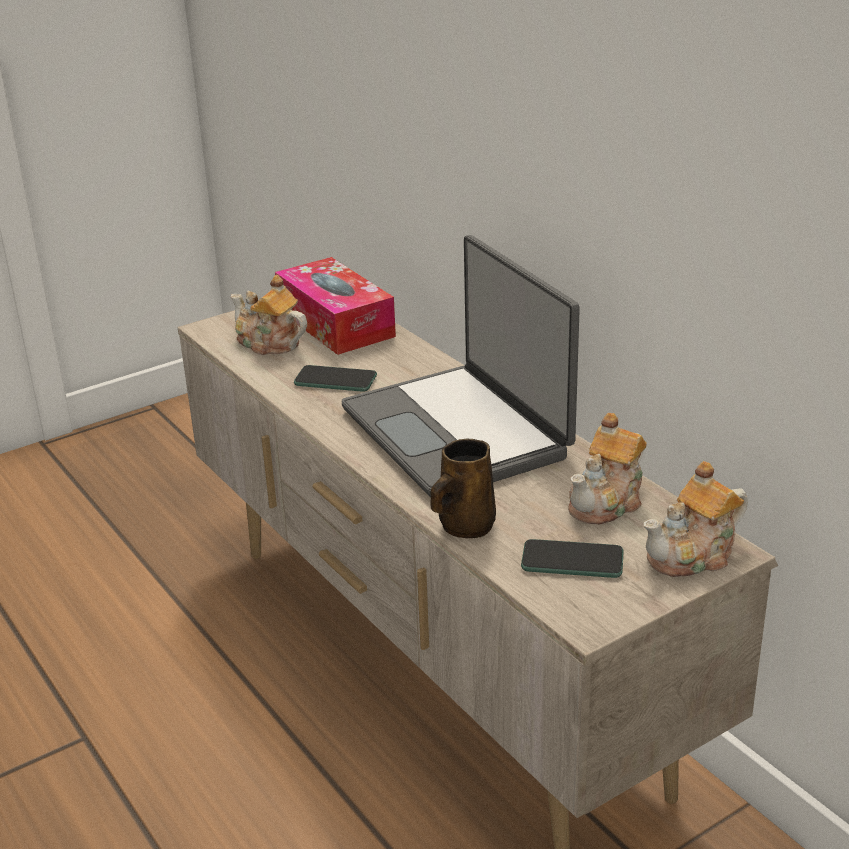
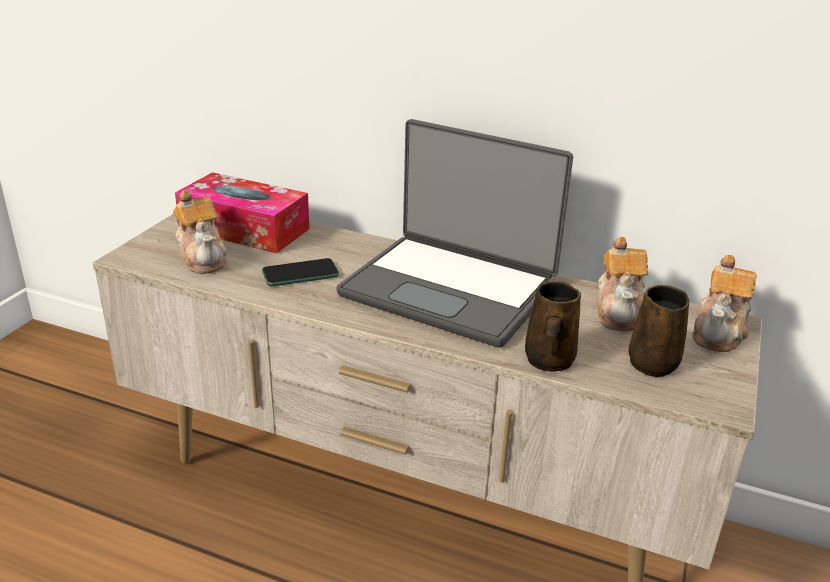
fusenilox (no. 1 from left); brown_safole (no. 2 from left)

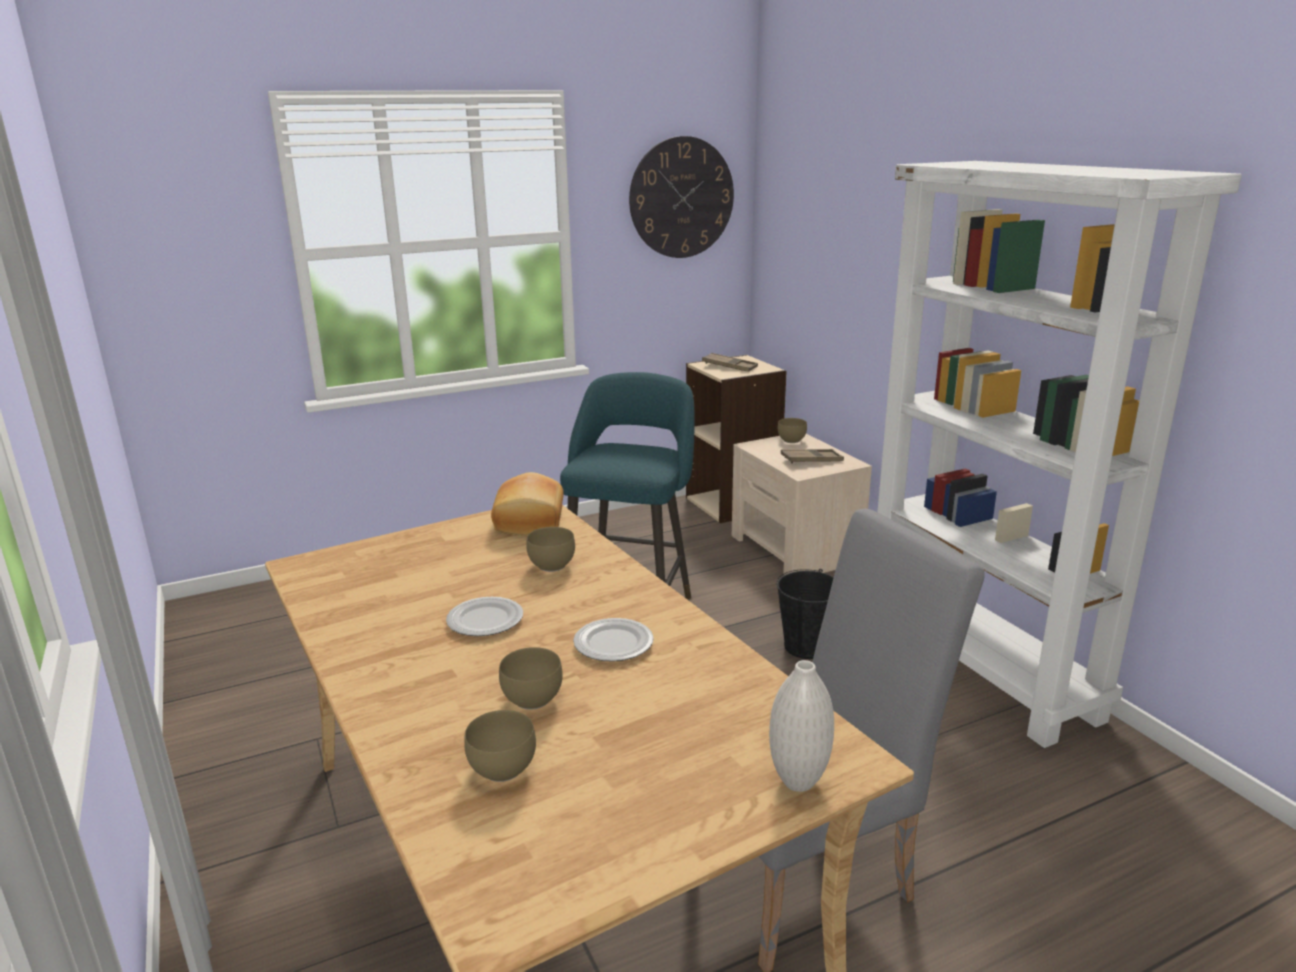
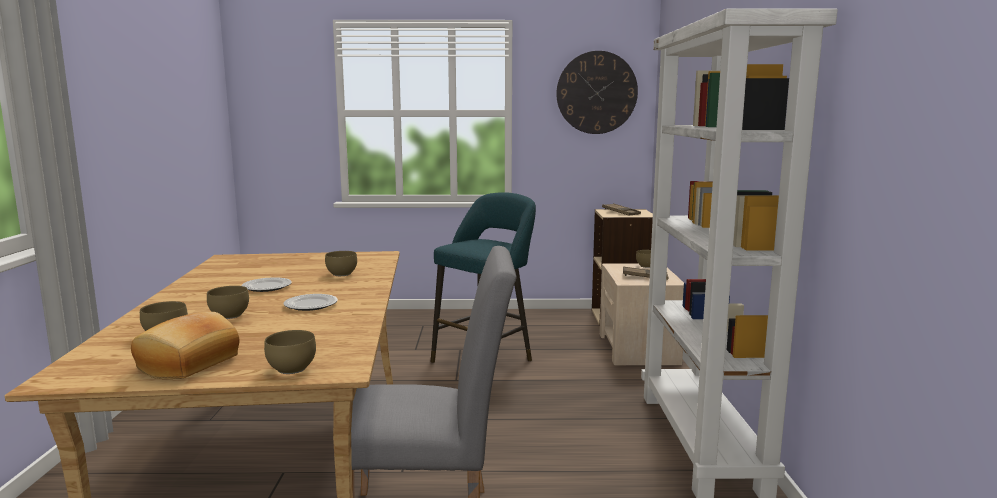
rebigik; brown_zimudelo (no. 3 from left); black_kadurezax

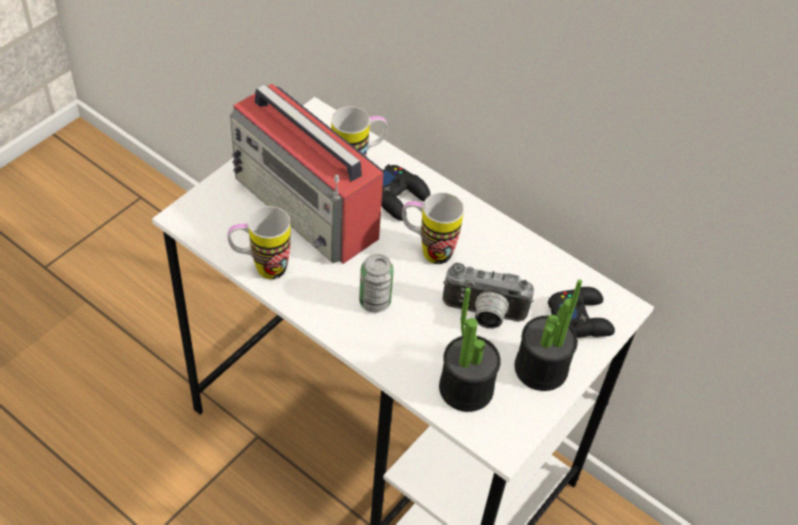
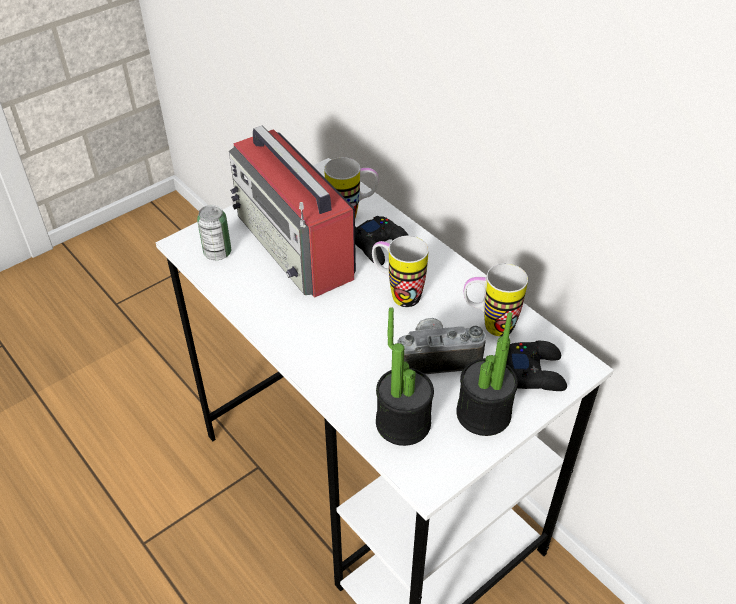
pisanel; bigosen; safole (no. 3 from left)

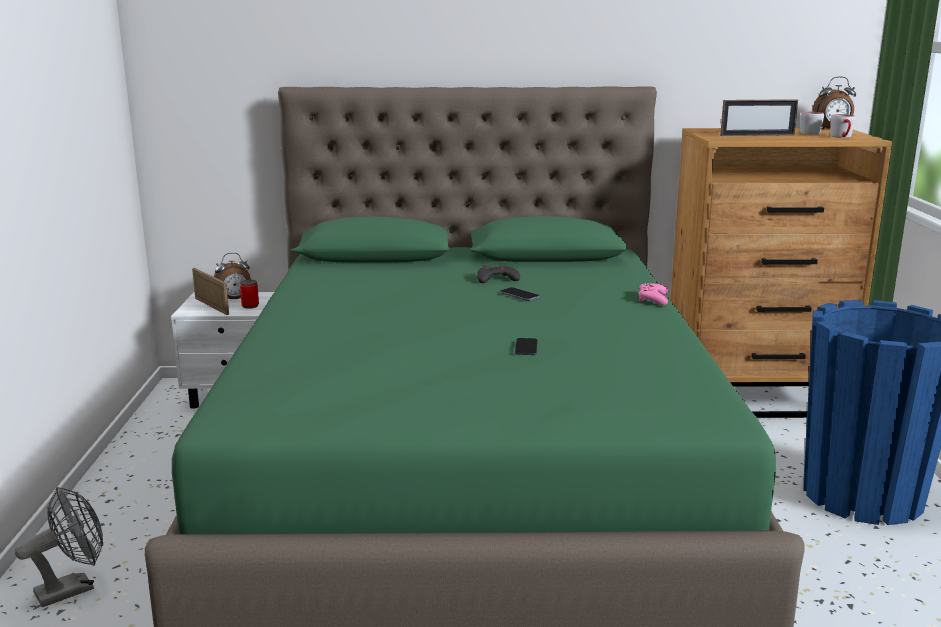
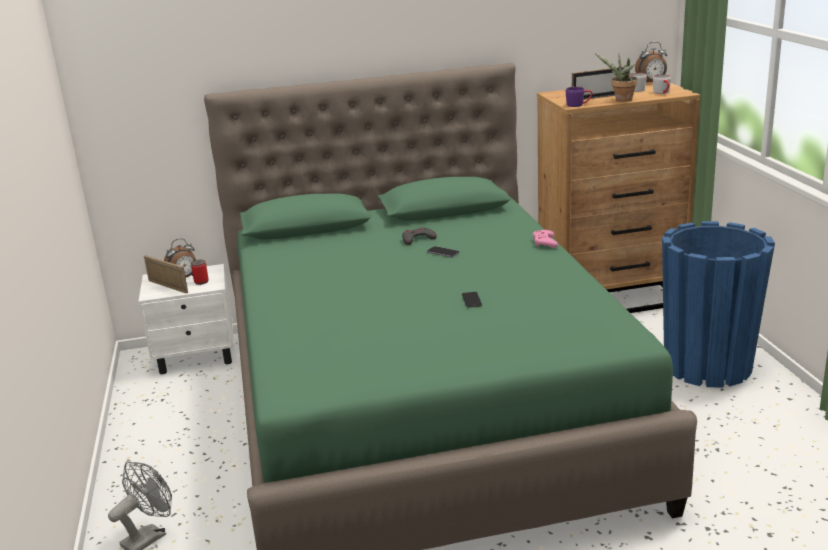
purple_safole; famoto

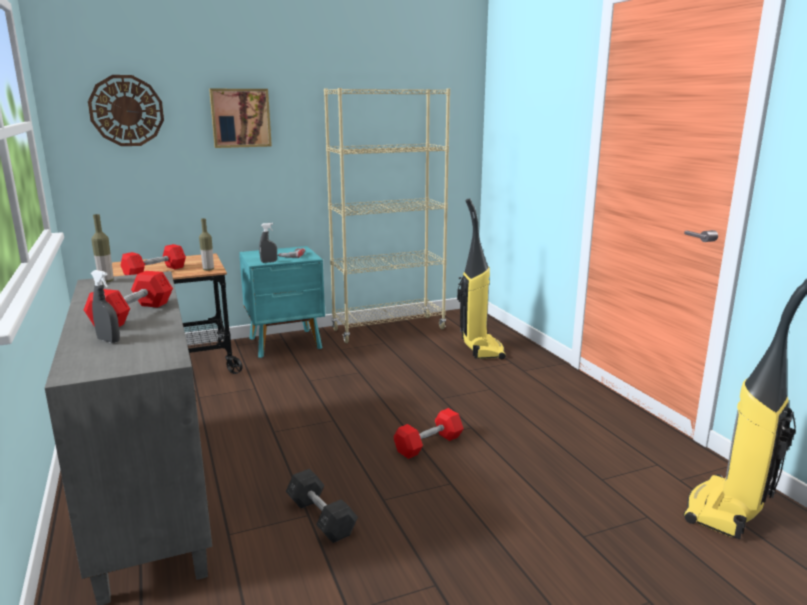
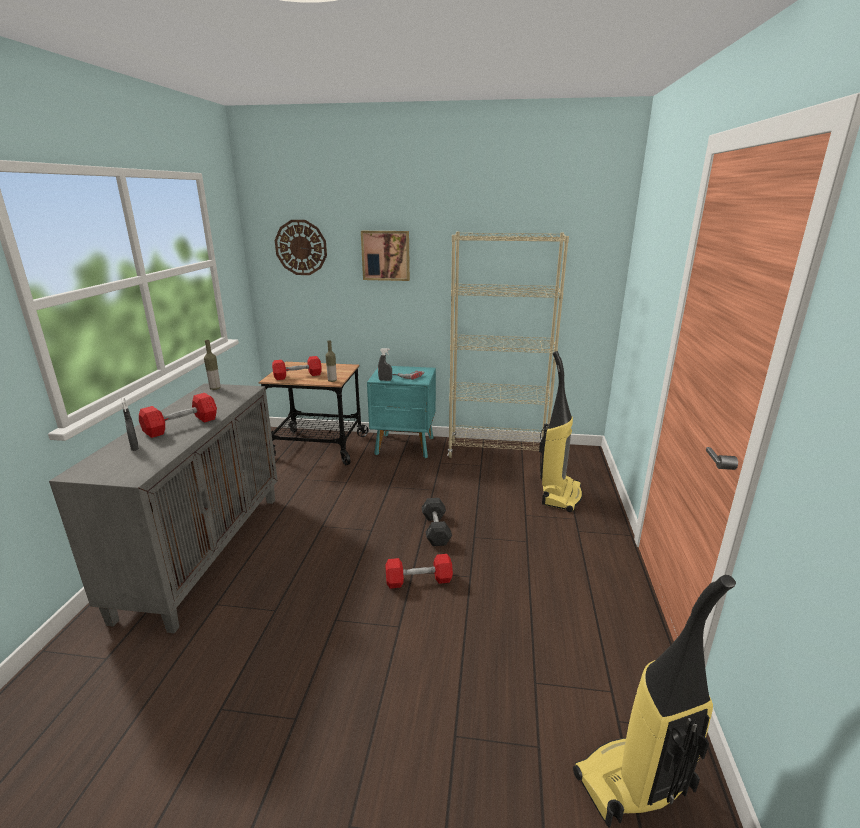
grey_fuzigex

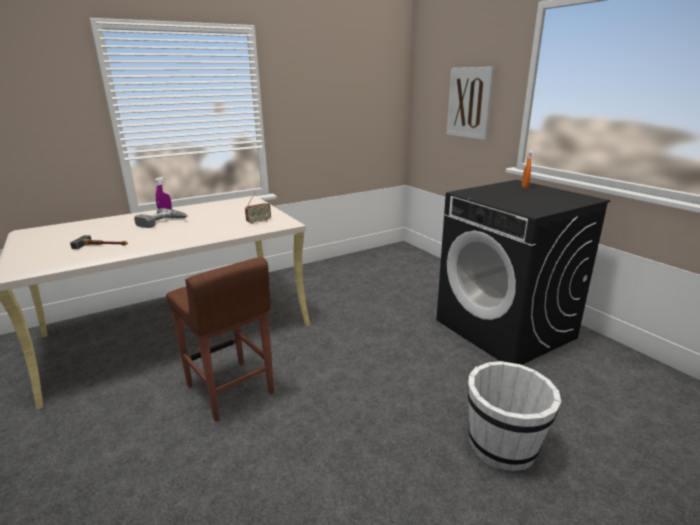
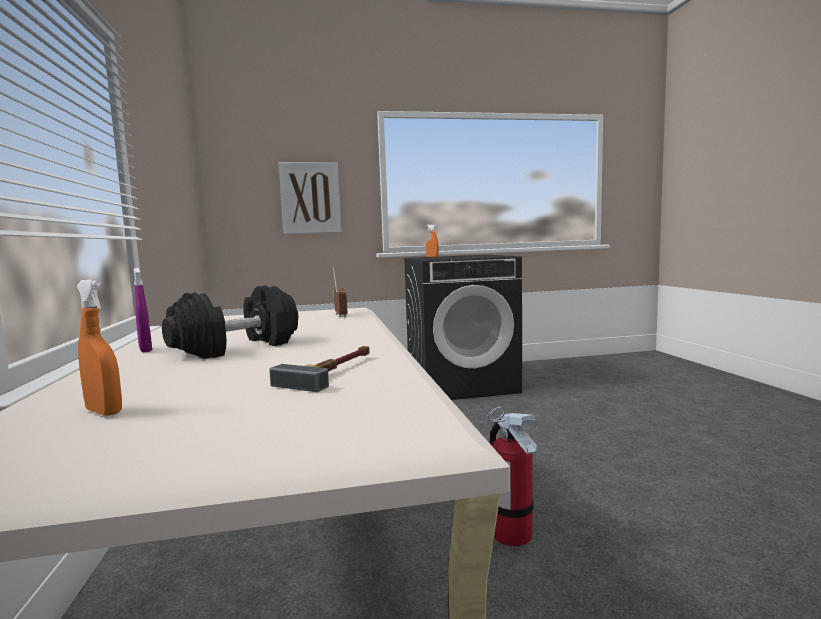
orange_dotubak (no. 1 from left); black_fuzigex; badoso; white_kadurezax

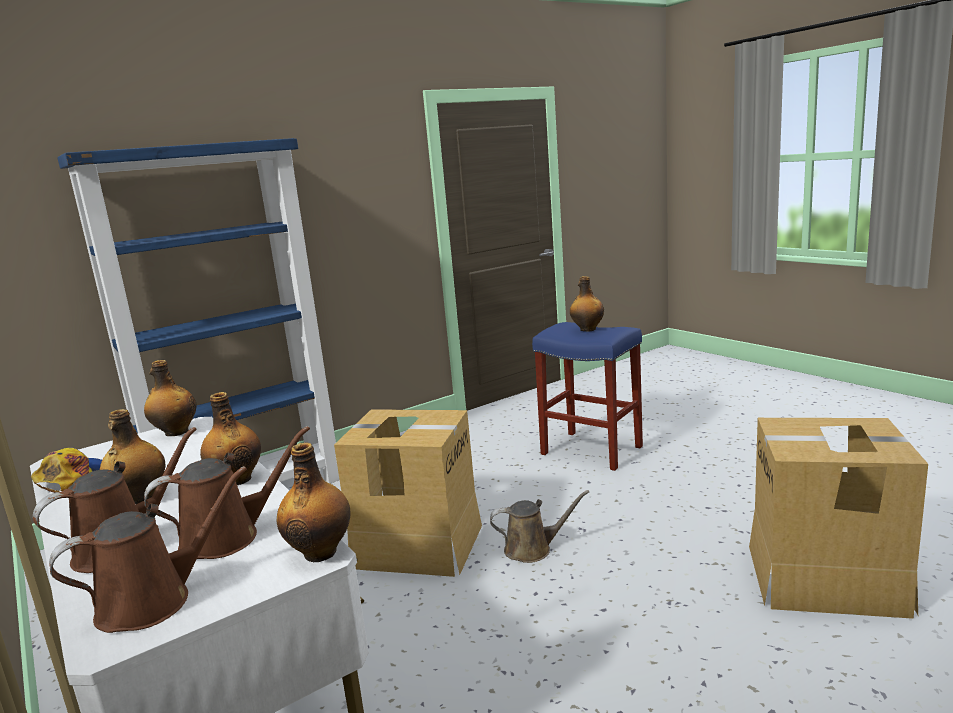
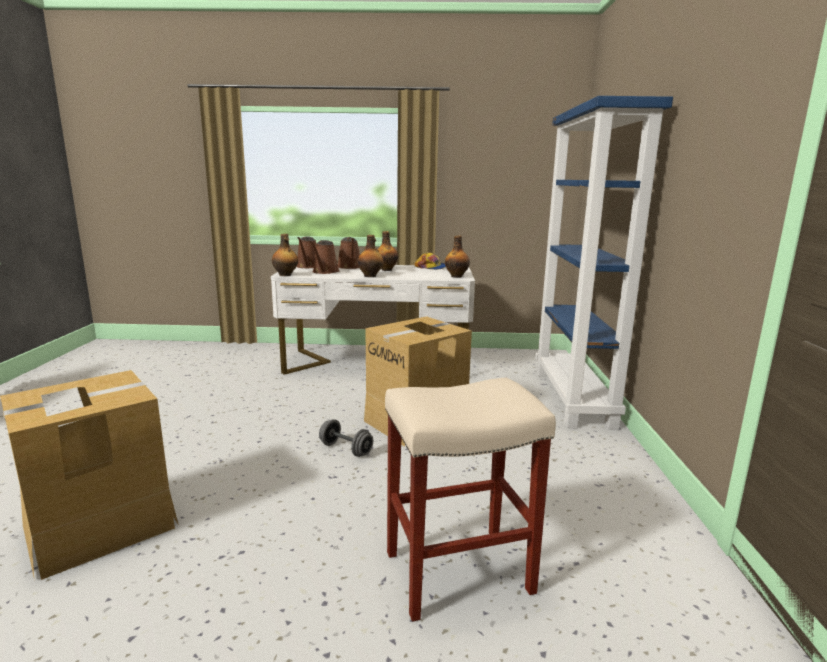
grey_fuzigex; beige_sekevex; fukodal (no. 5 from left in the first image)

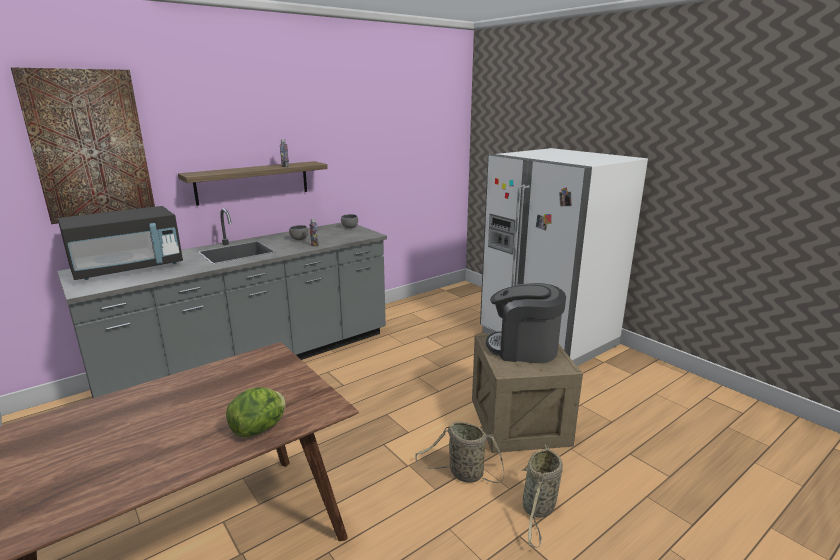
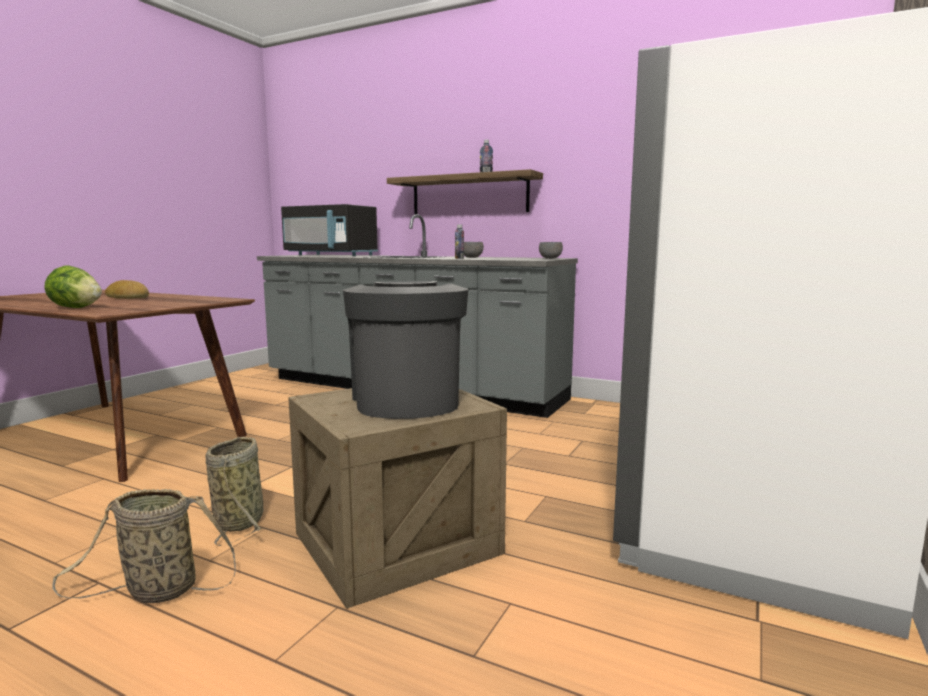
rebigik; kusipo

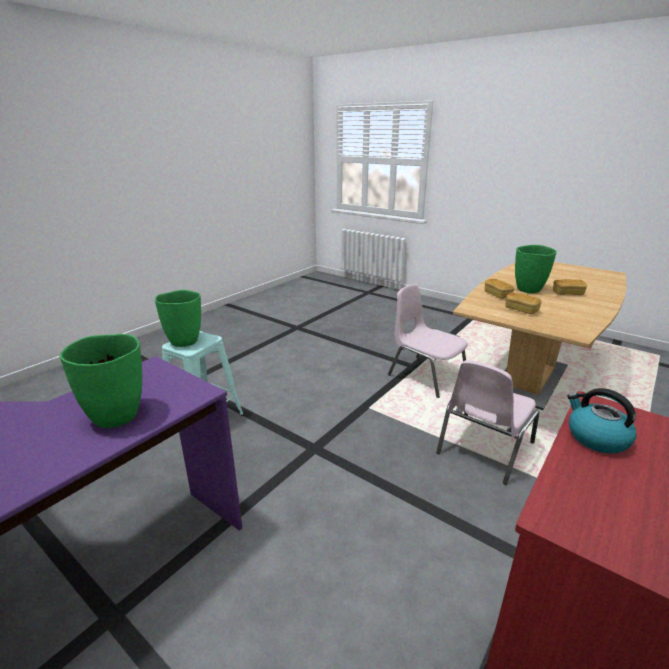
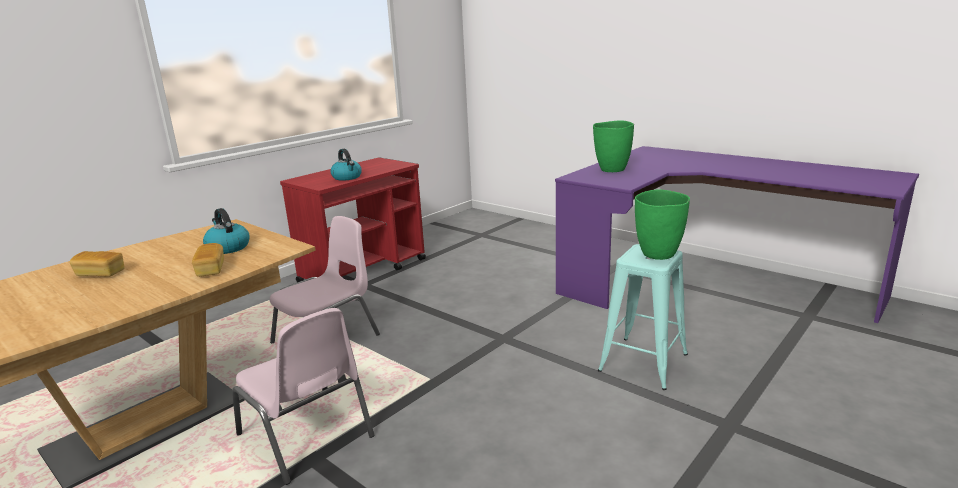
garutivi (no. 1 from left); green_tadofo (no. 3 from left in the first image)

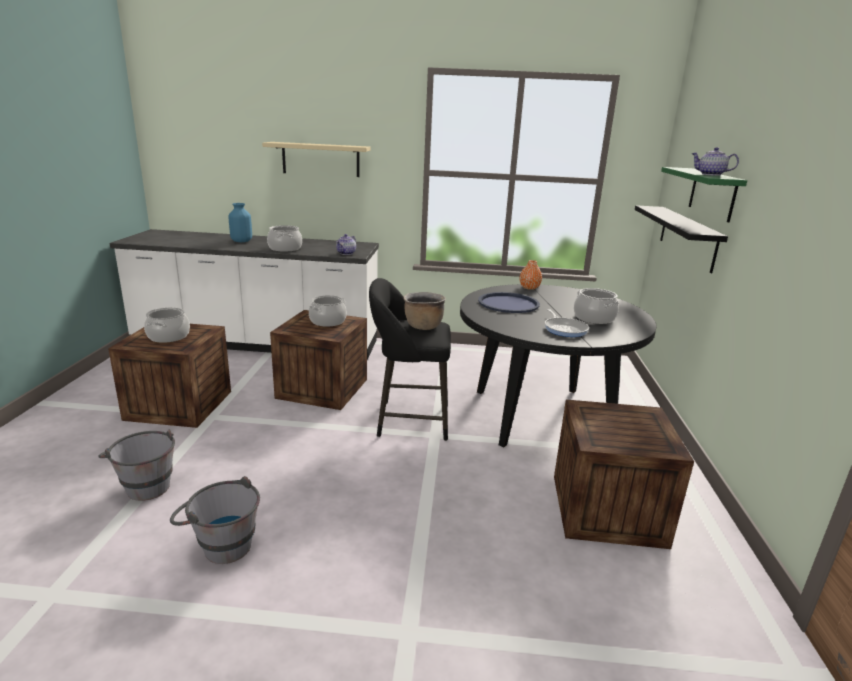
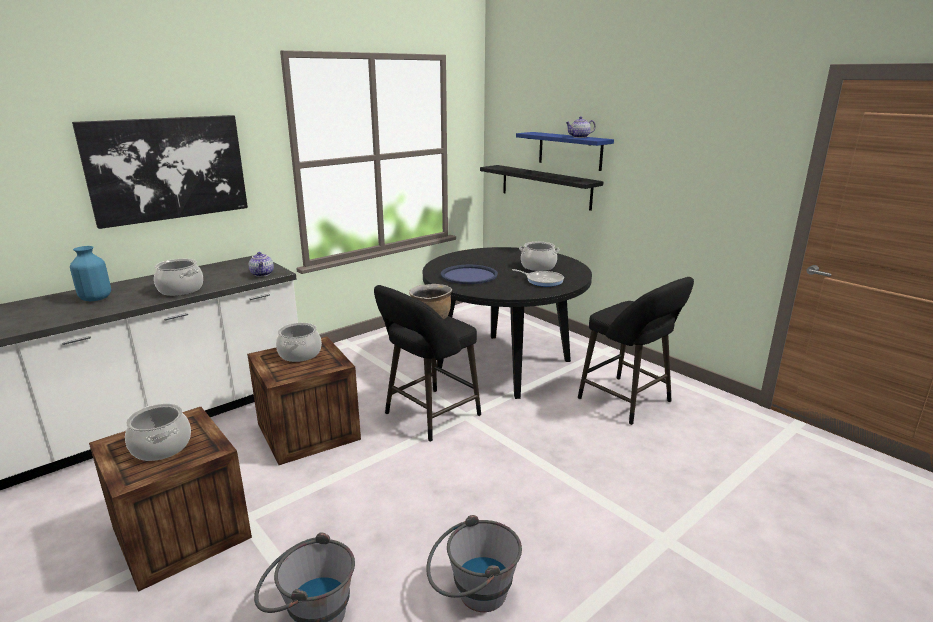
kusipo; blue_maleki; black_sekevex (no. 2 from left); orange_tadofo

